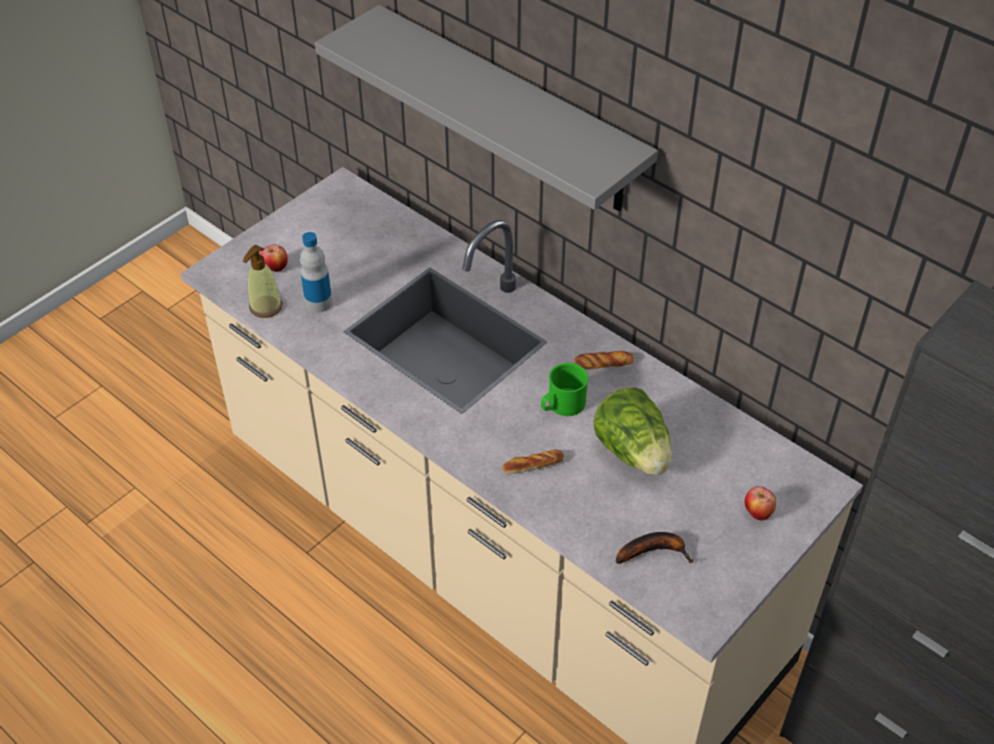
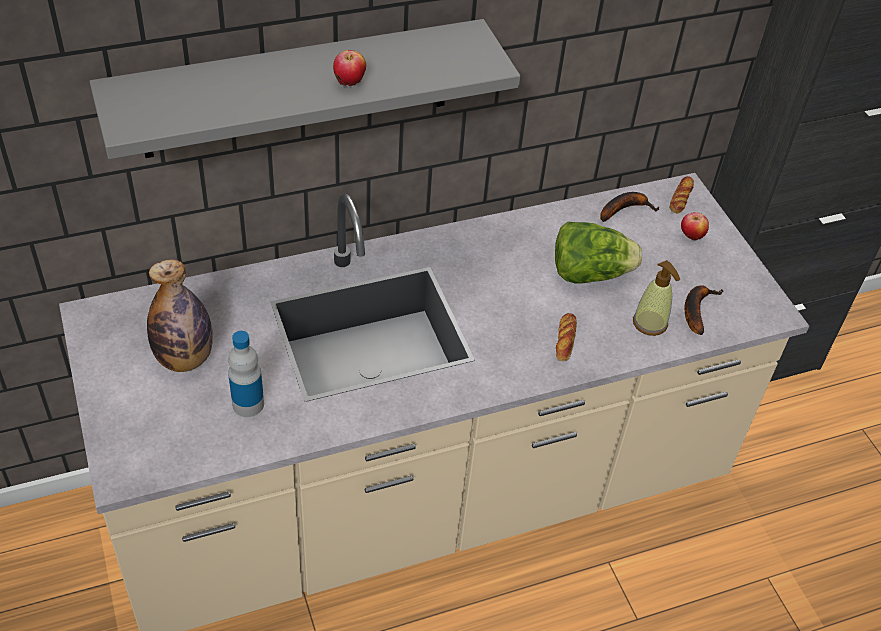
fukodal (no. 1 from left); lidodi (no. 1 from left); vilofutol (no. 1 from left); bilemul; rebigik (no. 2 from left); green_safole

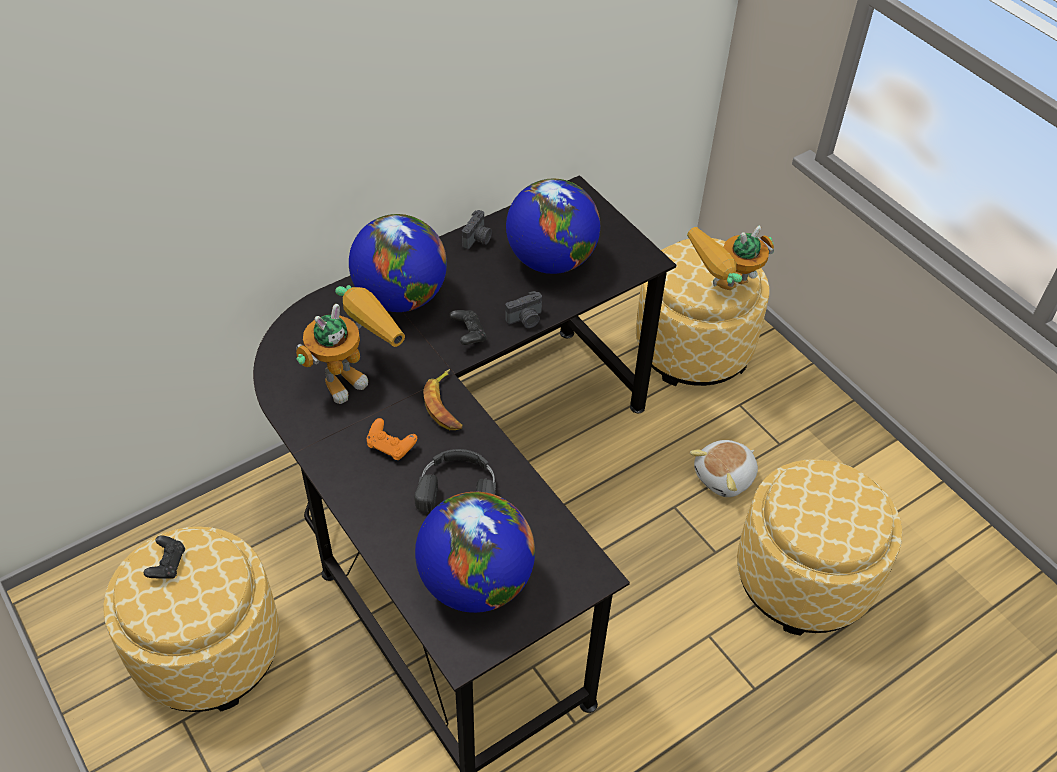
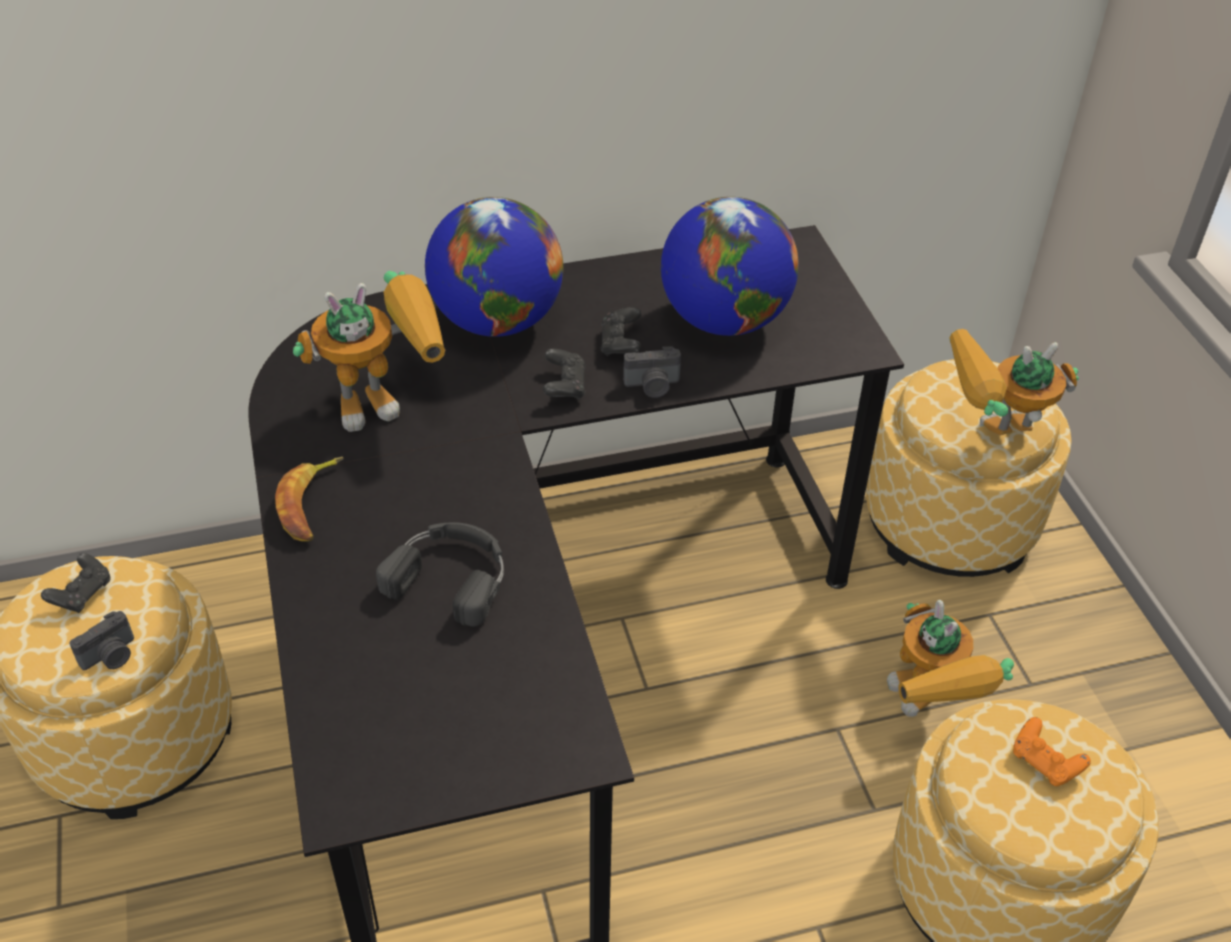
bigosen (no. 1 from left); vilofutol; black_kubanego (no. 3 from left); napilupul (no. 2 from left); orange_kubanego; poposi (no. 2 from left in the first image)

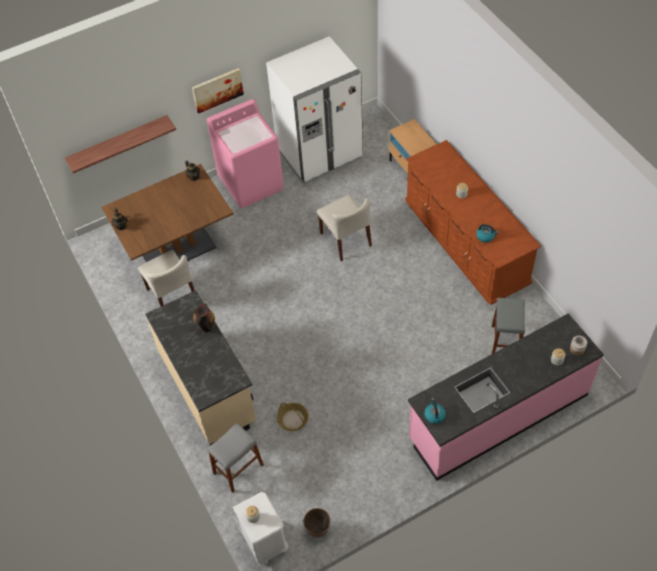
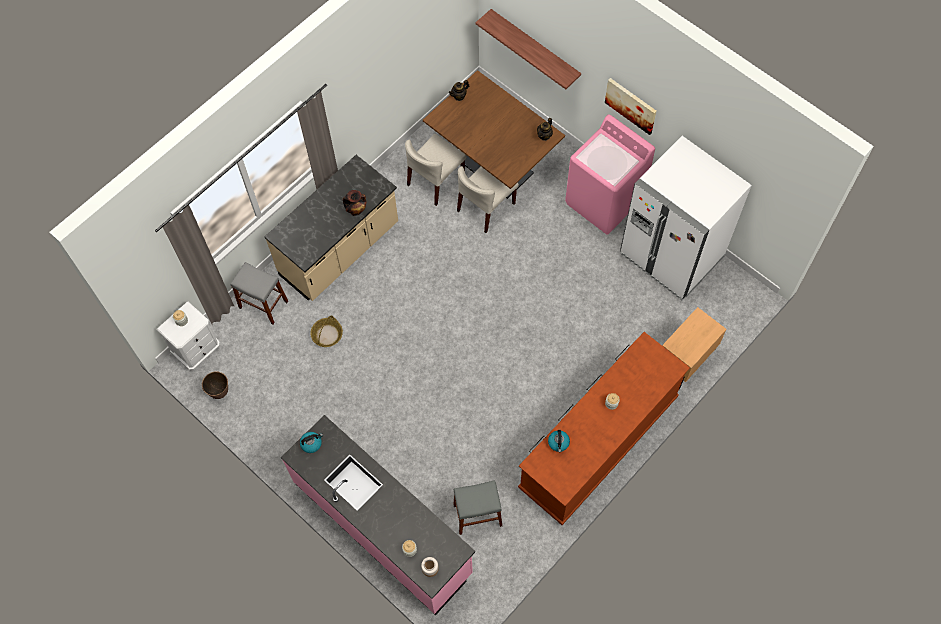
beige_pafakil (no. 2 from left)

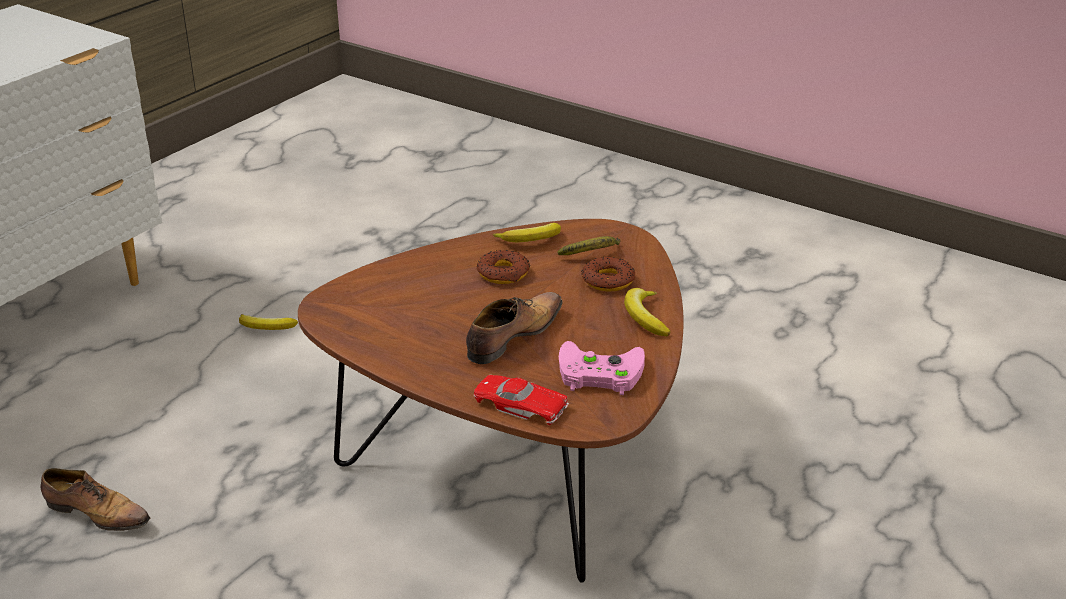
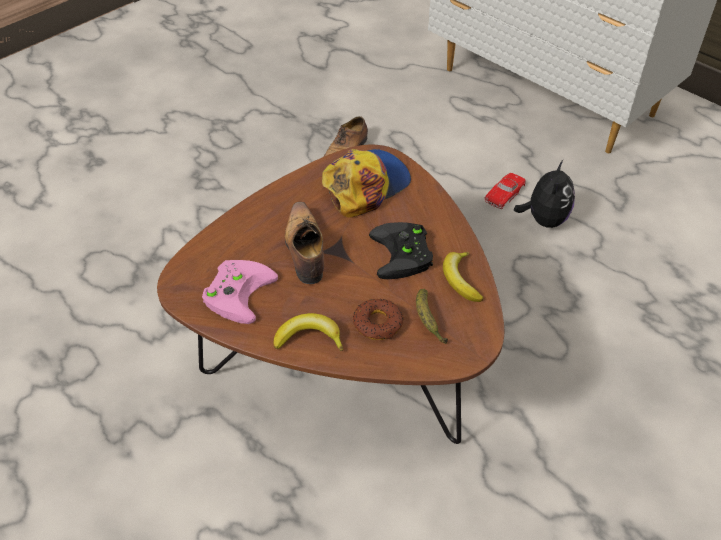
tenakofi (no. 1 from left); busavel; black_kubanego; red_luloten; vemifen

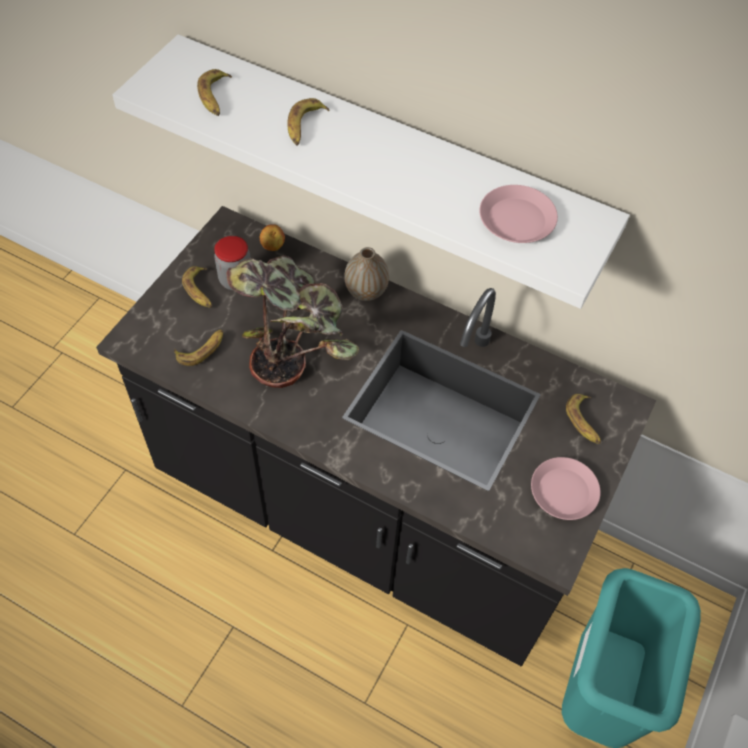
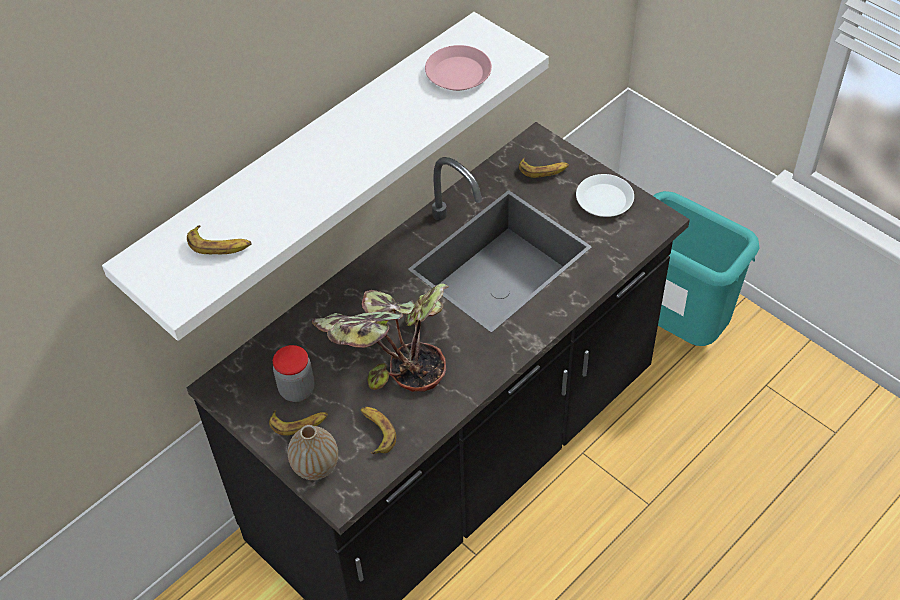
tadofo; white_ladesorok; lidodi; vilofutol (no. 4 from left in the first image)

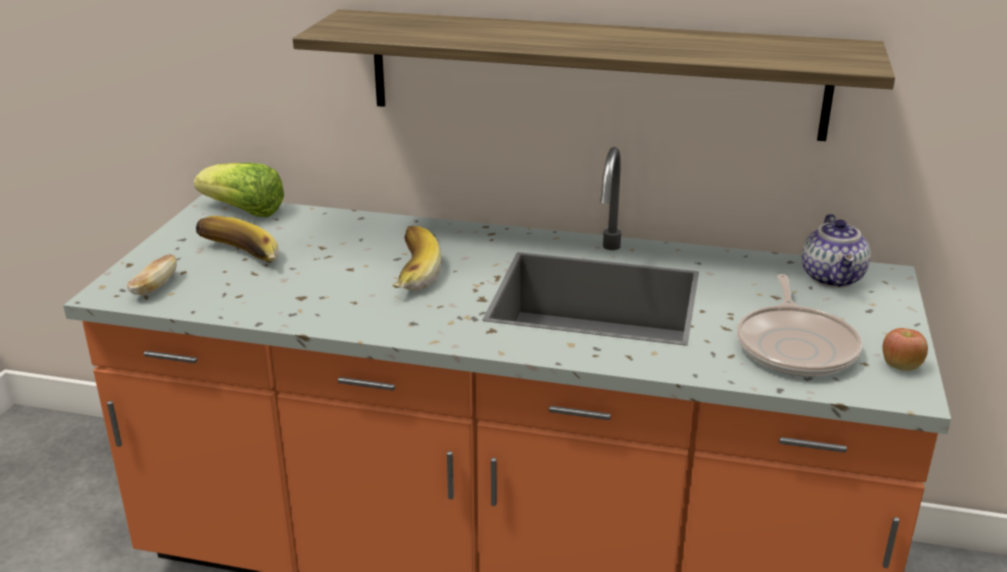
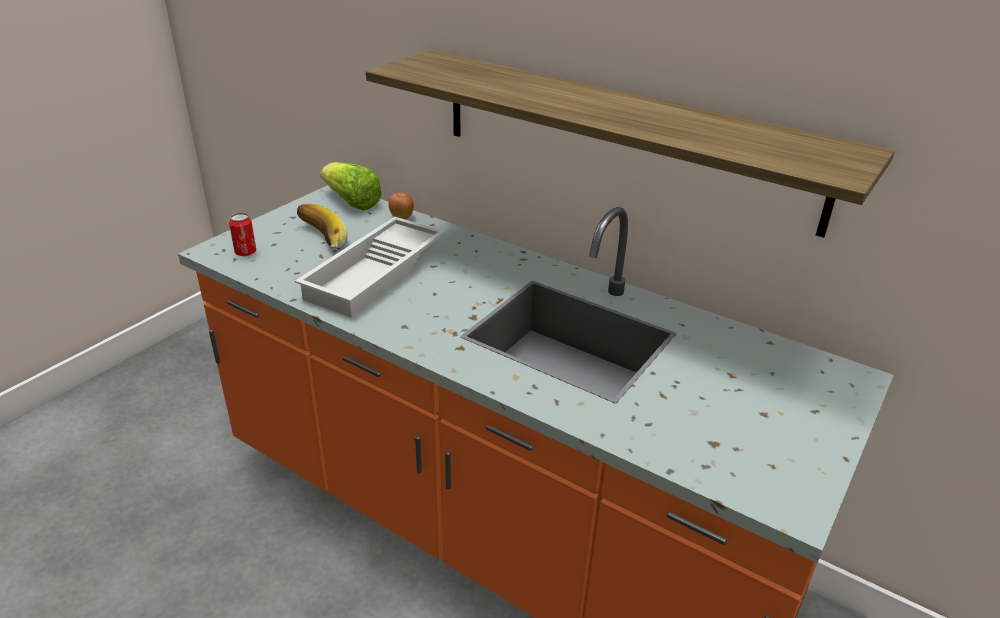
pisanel; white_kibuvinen; lidodi; vilofutol (no. 2 from left in the first image); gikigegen; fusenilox

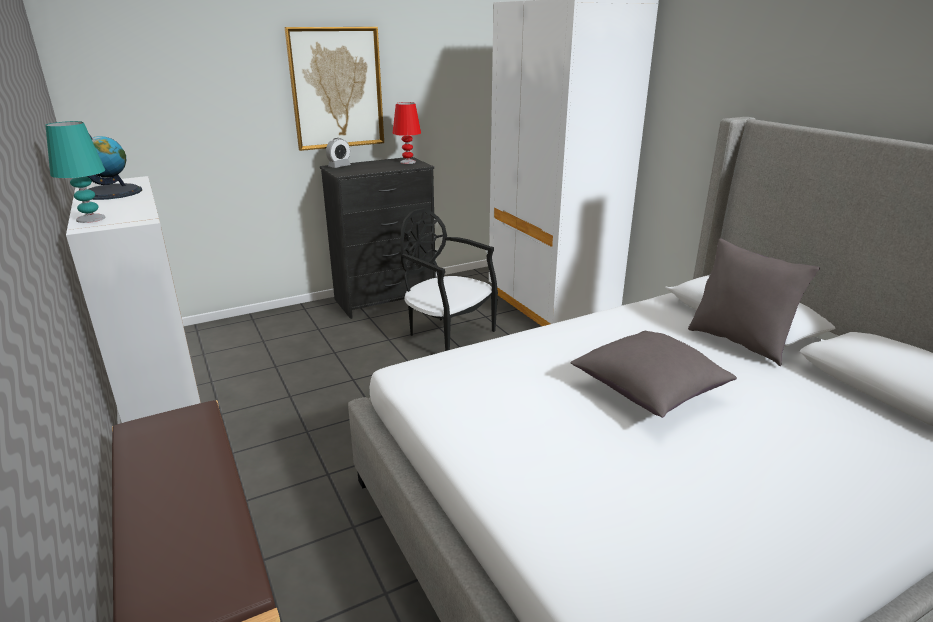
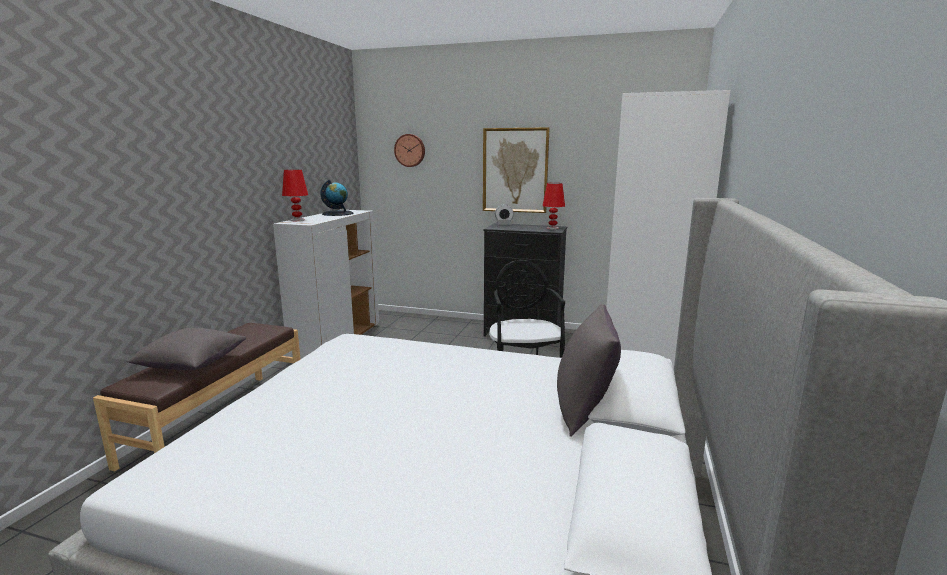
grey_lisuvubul (no. 1 from left); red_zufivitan (no. 1 from left); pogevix

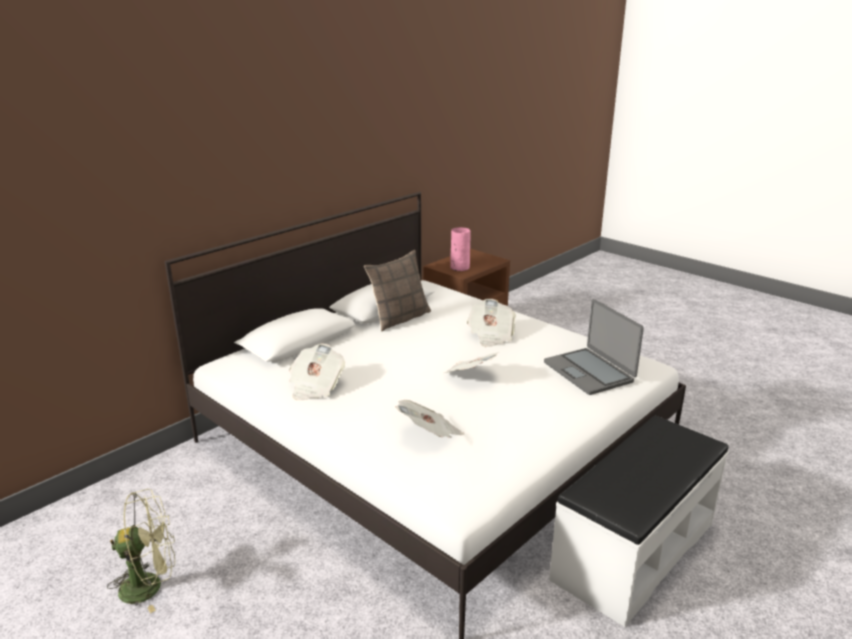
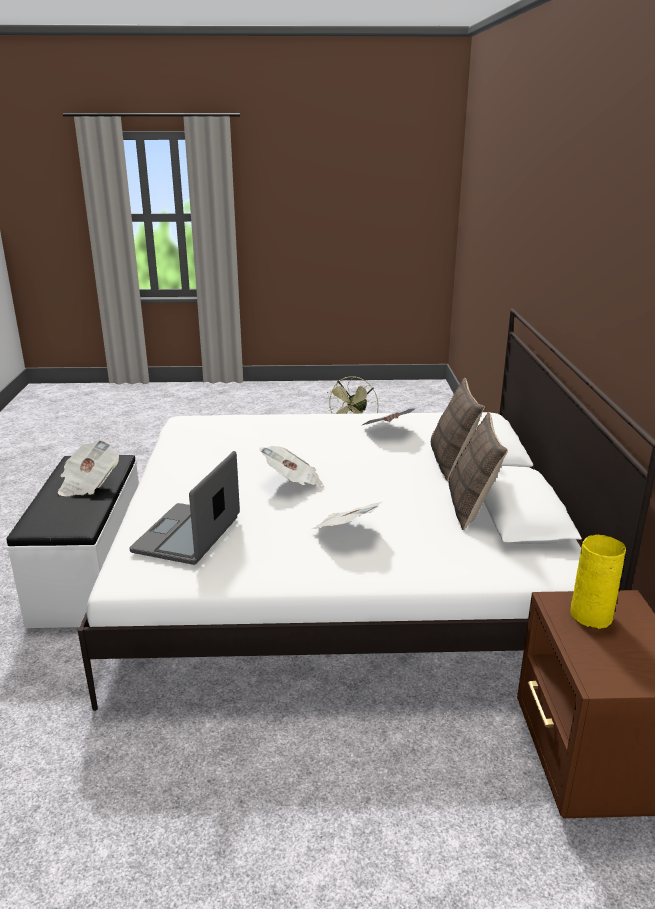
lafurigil (no. 1 from left); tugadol; lisuvubul (no. 1 from left); yellow_tadofo

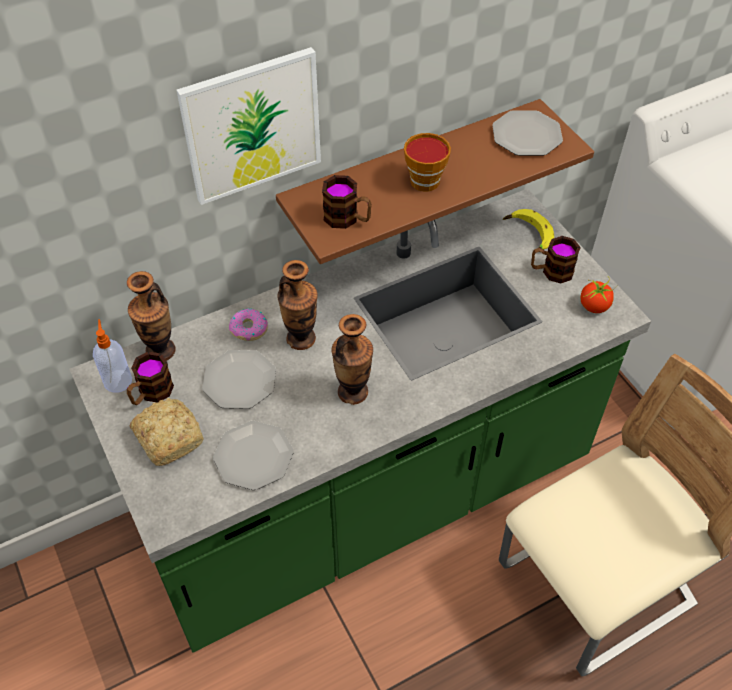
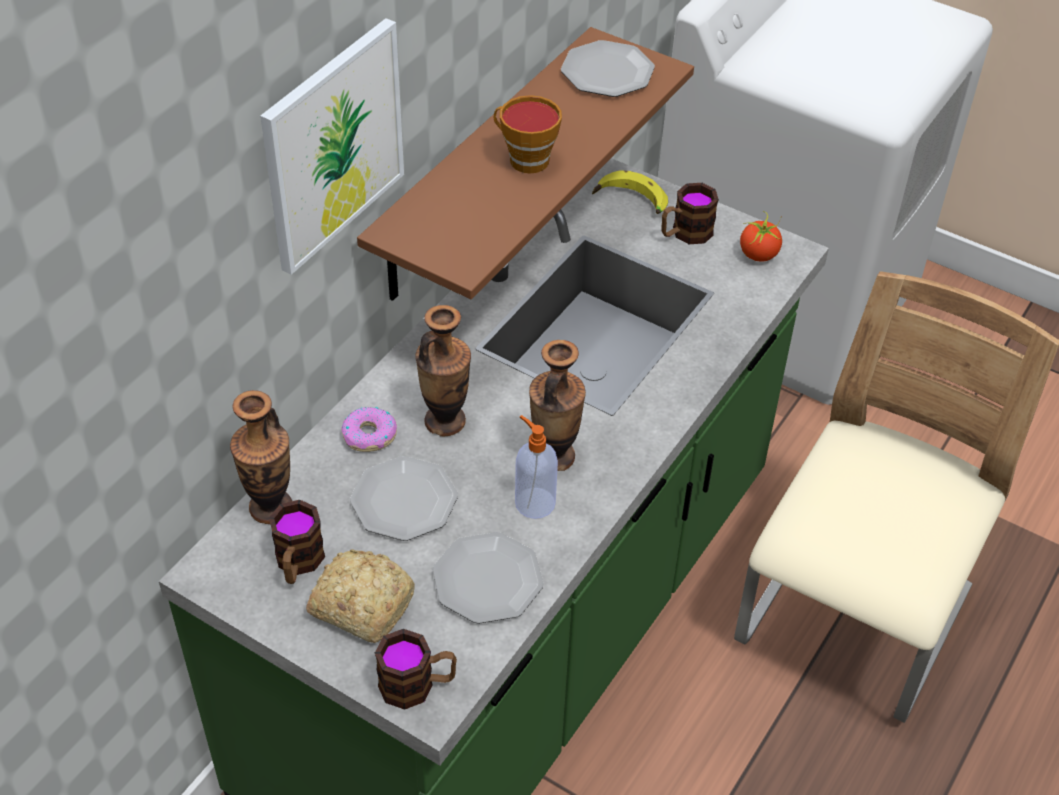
safole (no. 2 from left); bilemul

